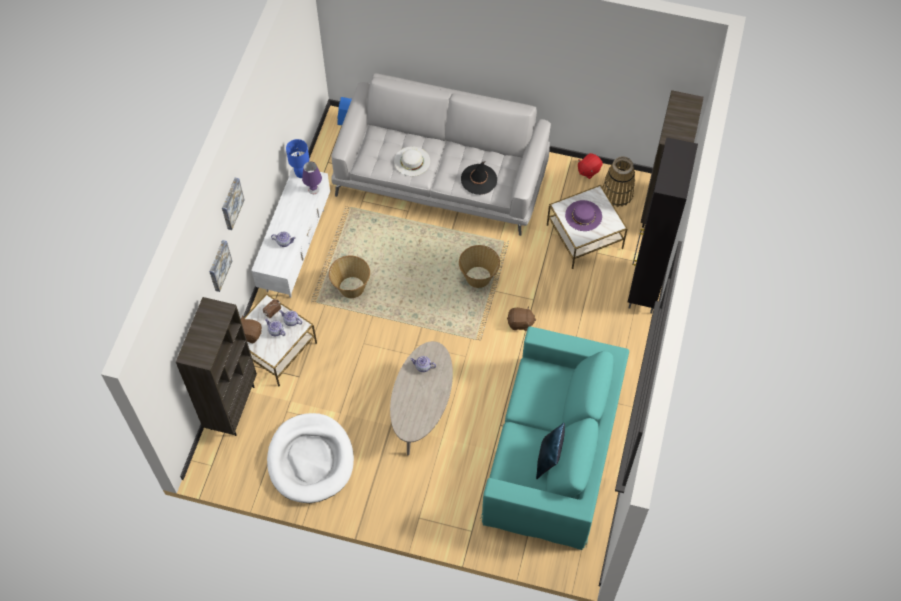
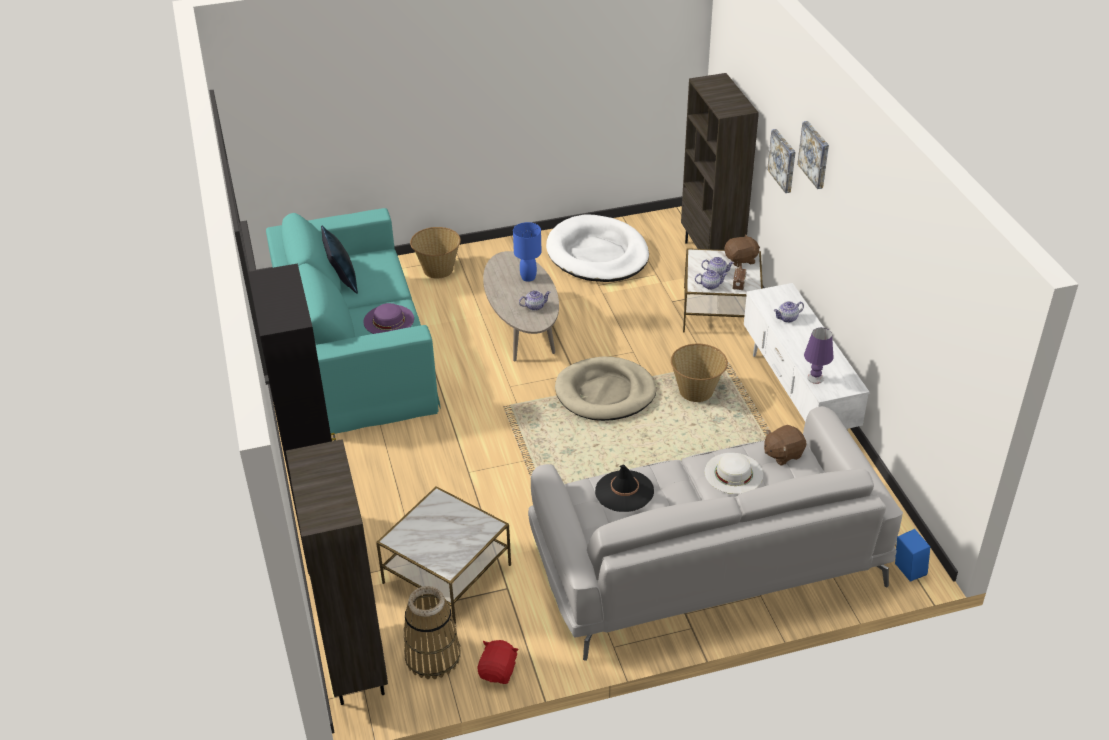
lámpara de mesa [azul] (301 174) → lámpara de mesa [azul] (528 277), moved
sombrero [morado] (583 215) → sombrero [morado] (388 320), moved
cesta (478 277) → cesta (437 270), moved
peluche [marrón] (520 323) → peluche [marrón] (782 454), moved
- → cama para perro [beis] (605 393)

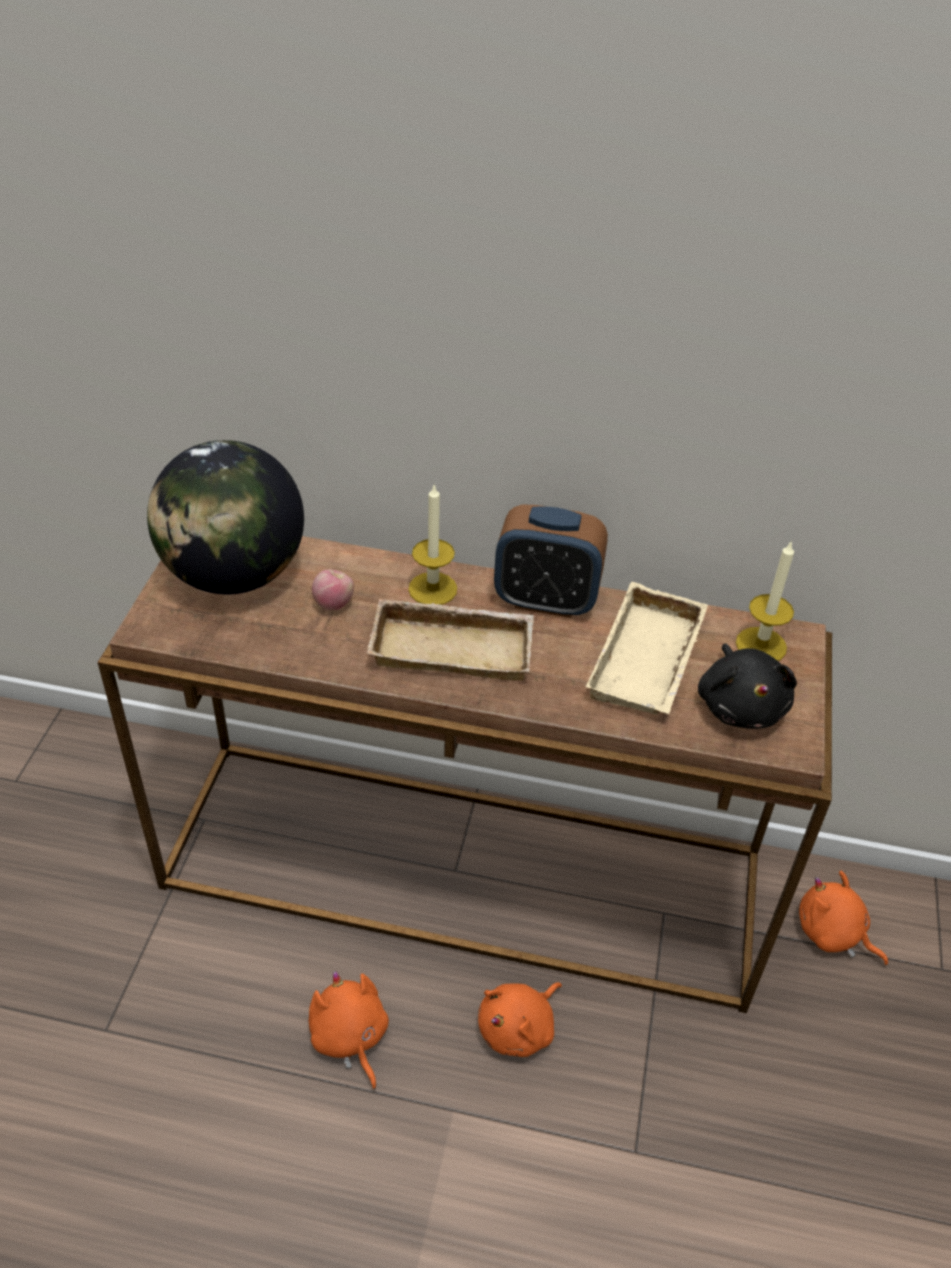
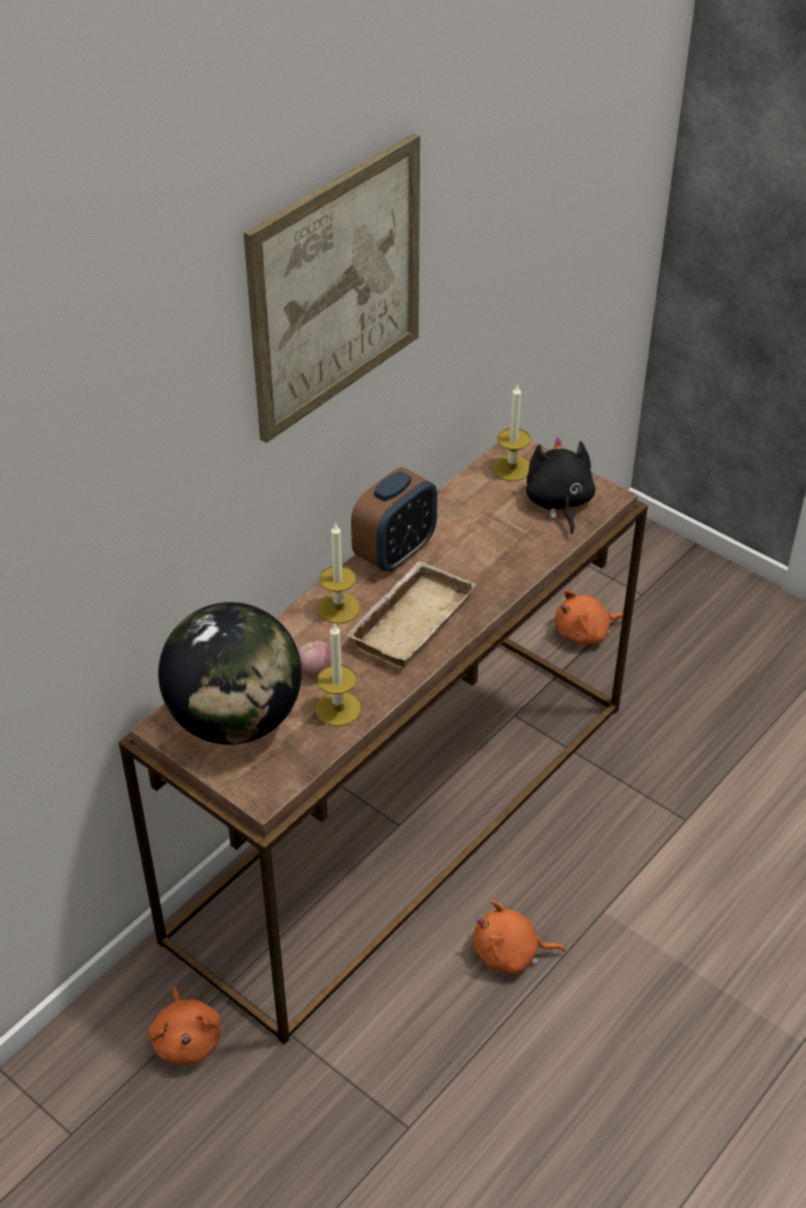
bandeja [beis] (649 662) → -
peluche [negro] (740 705) → peluche [negro] (558 502), 120 degrees counterclockwise
peluche [naranja] (519 1028) → peluche [naranja] (187 1039), moved
- → cuadro (335 288)
- → vela (338 709)

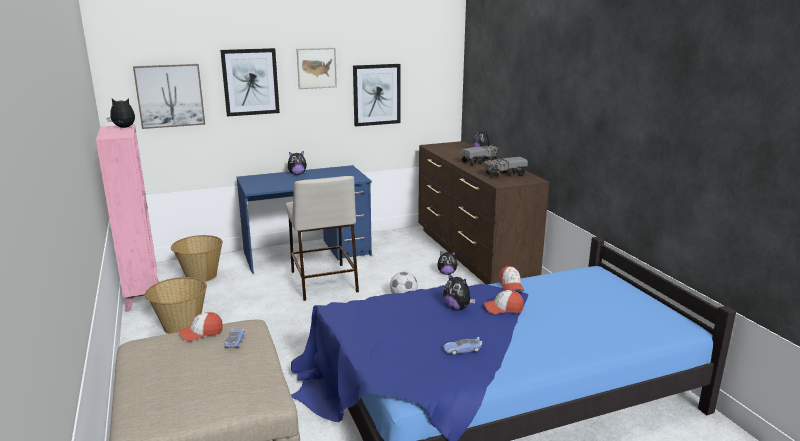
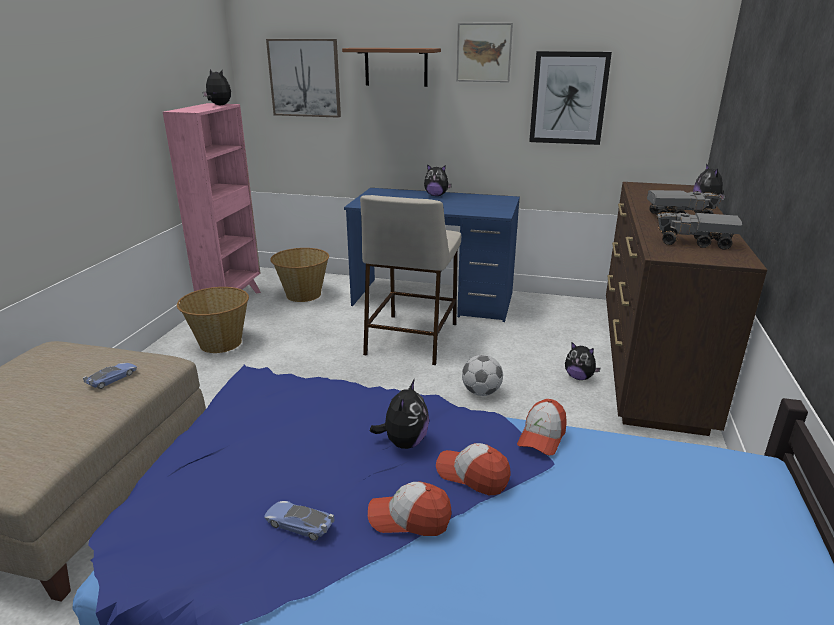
cuadro (250 82) → estante [marrón] (396 67)
peluche (457 308) → peluche (404 442), 150 degrees counterclockwise
gorra (201 333) → gorra (409 518), moved

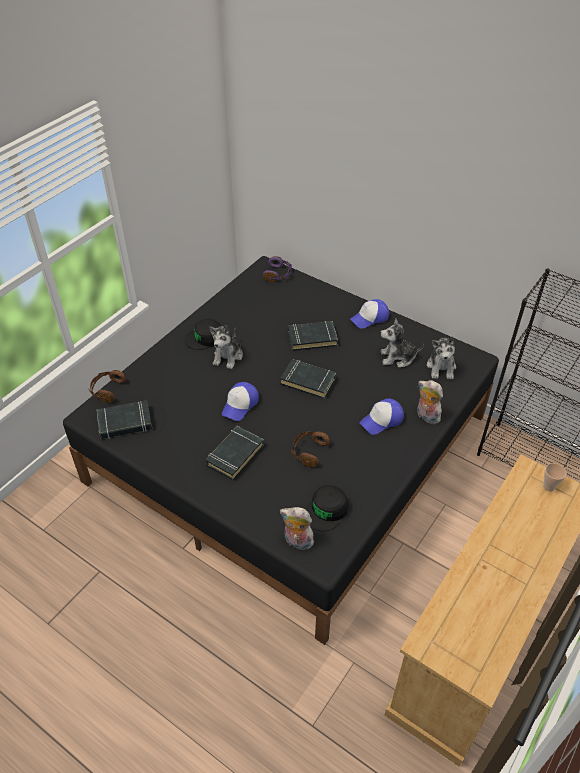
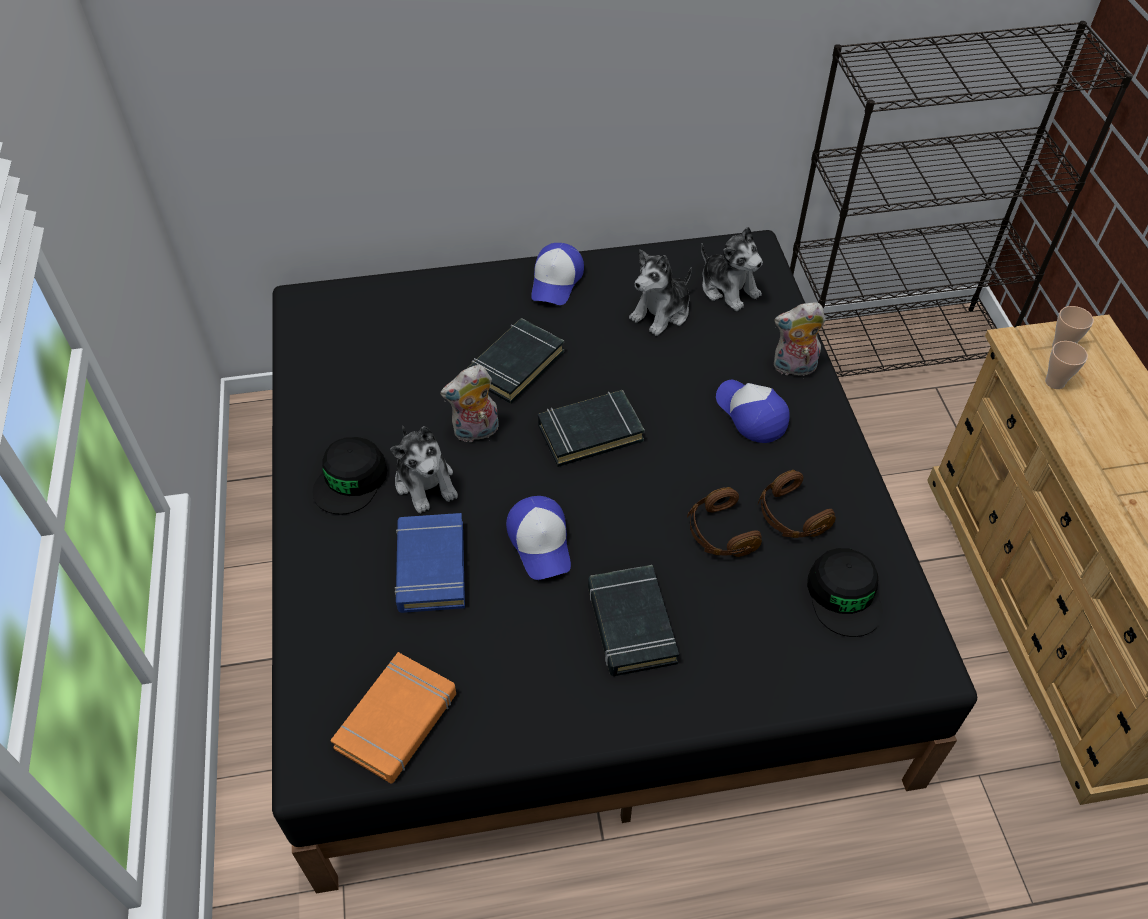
auriculares [morado] (278 274) → -
auriculares [marrón] (107 389) → auriculares [marrón] (790 516), moved
gorra (382 420) → gorra (751 414), 135 degrees clockwise
libro [negro] (125 423) → libro [naranja] (397 721)
peluche (297 542) → peluche (476 432), moved
- → taza (1054 382)
- → libro [azul] (431 567)

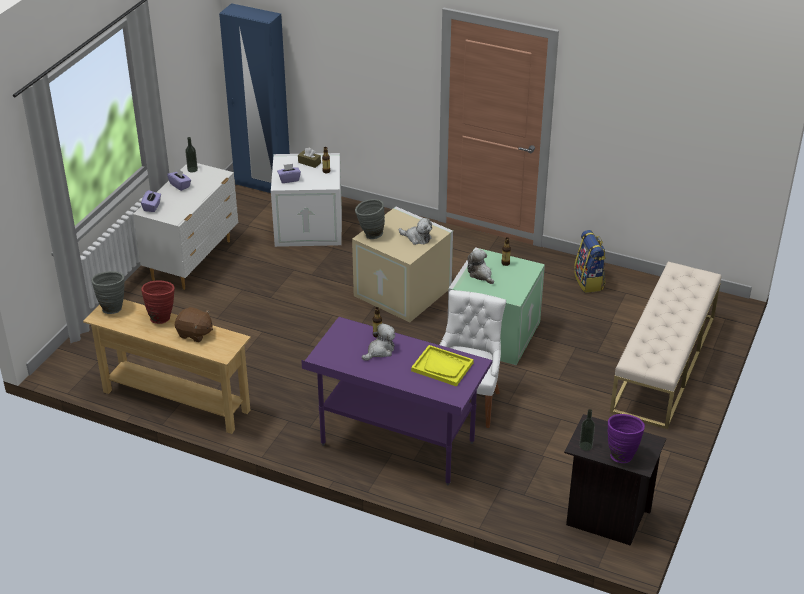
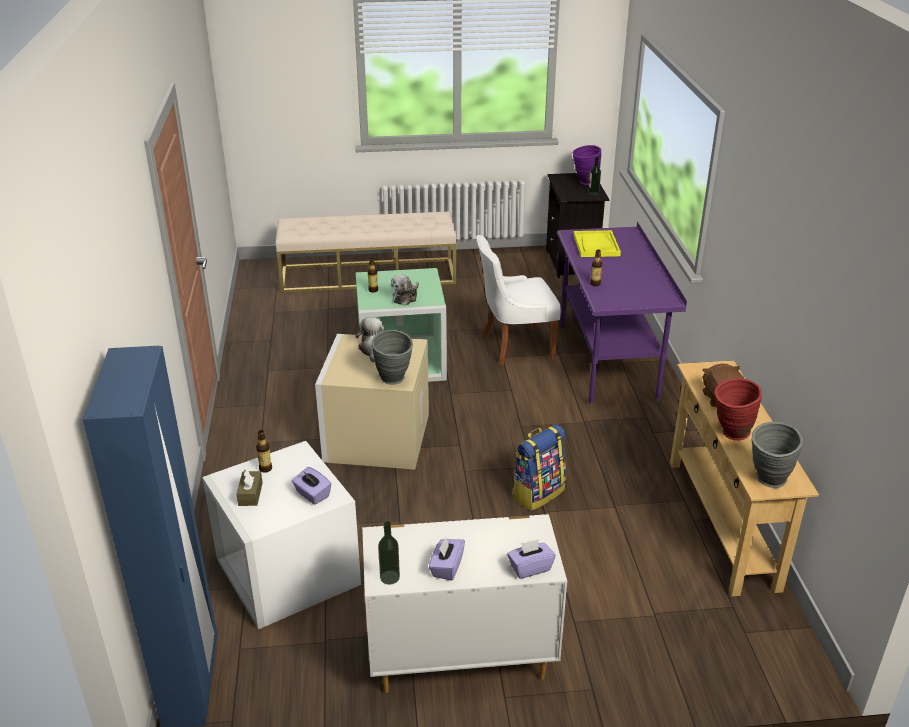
mochila (589 282) → mochila (537 493), moved
peluche (380 351) → -

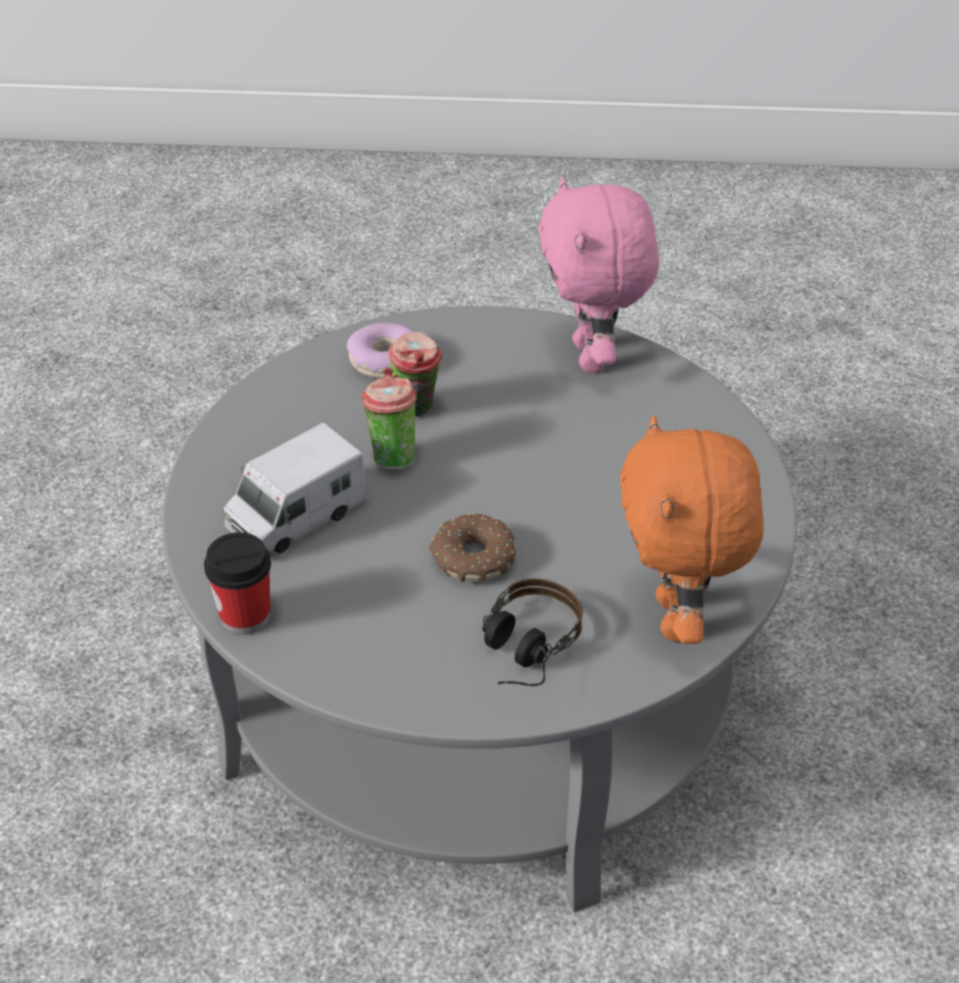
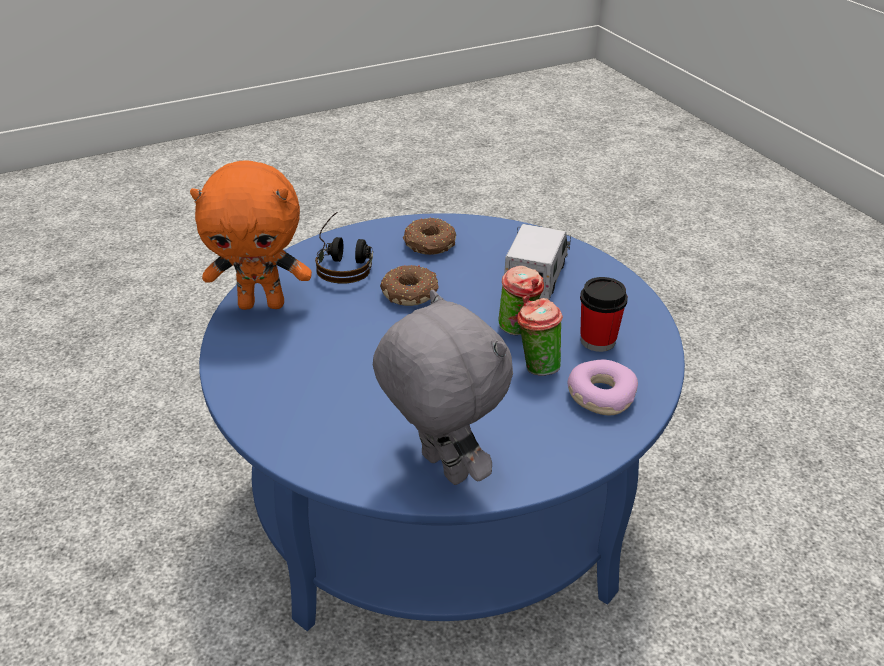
peluche [rosa] (593 357) → peluche [gris] (441 468)
mesa de centro [gris] (479 695) → mesa de centro [azul] (441 495)
peluche [naranja] (678 619) → peluche [naranja] (262 304), 120 degrees clockwise
taza (245 616) → taza (597 340), moved
- → rosquilla (429 245)

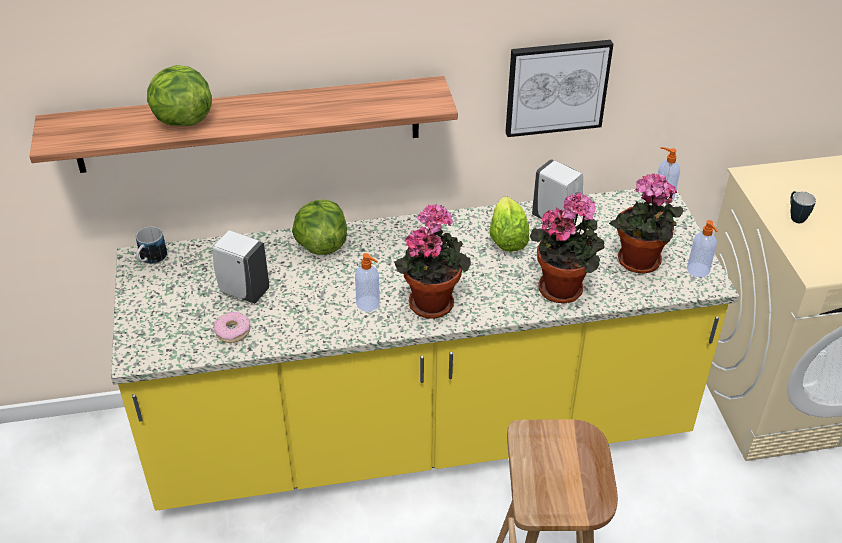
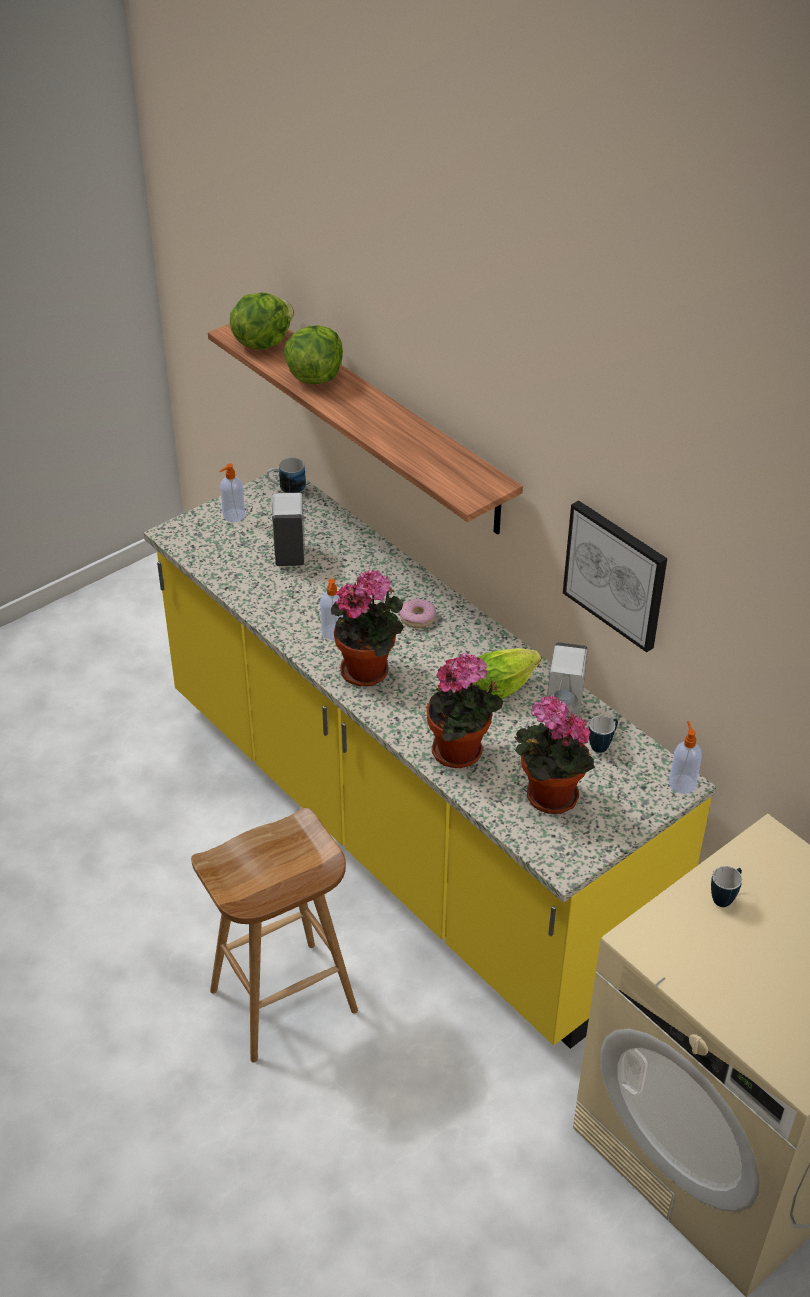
lechuga (321 245) → lechuga (262 342), moved
dispensador de jabón (698 270) → dispensador de jabón (233 516), moved
rosquilla (233 331) → rosquilla (417 618), moved
- → taza grande (602 745)

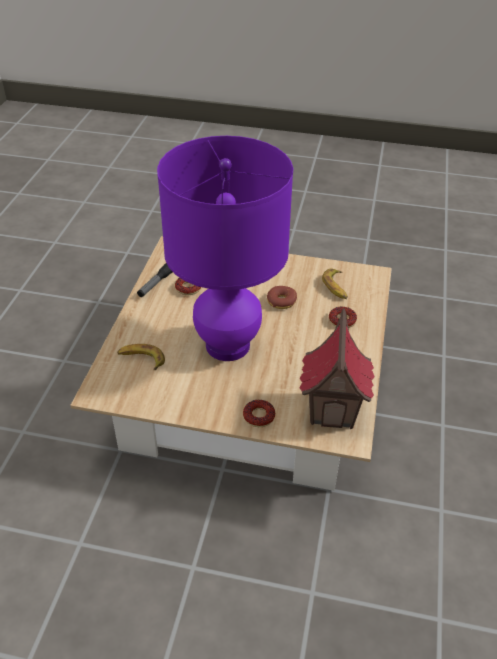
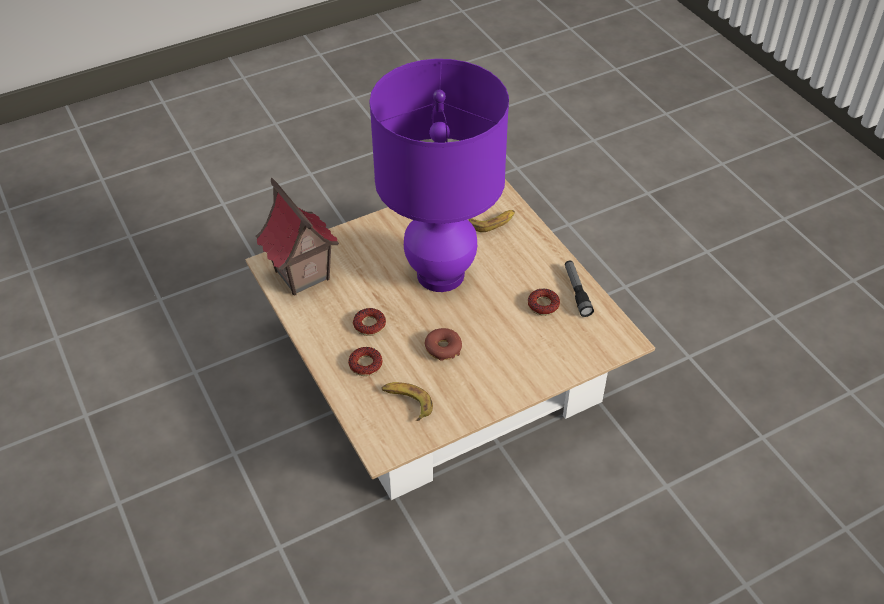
rosquilla (259 416) → rosquilla (369 325), moved

